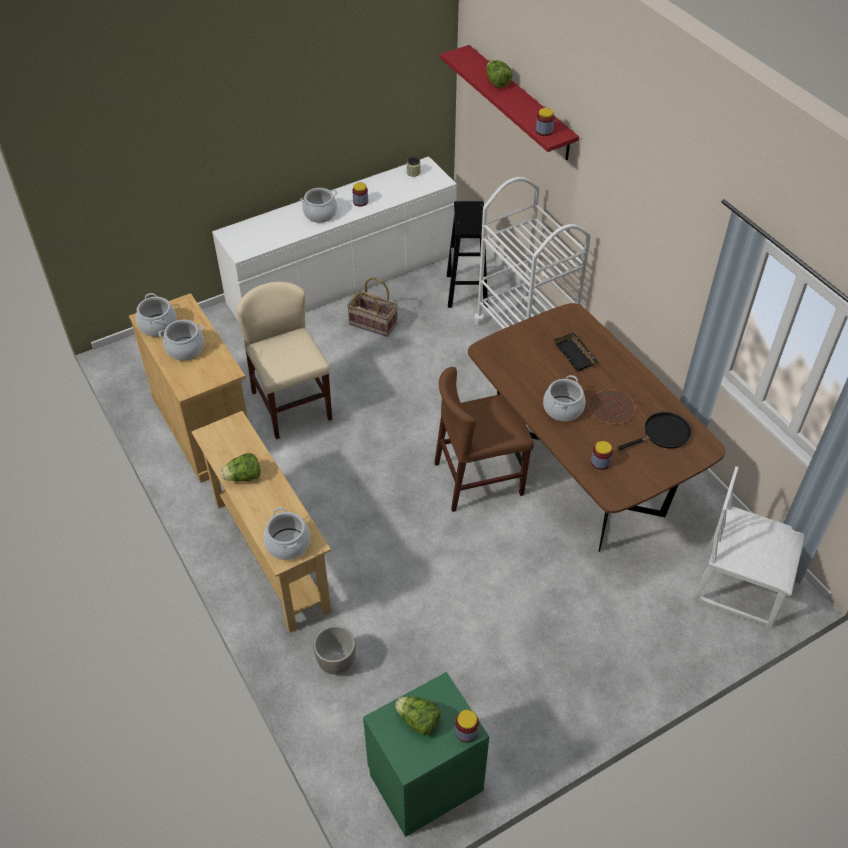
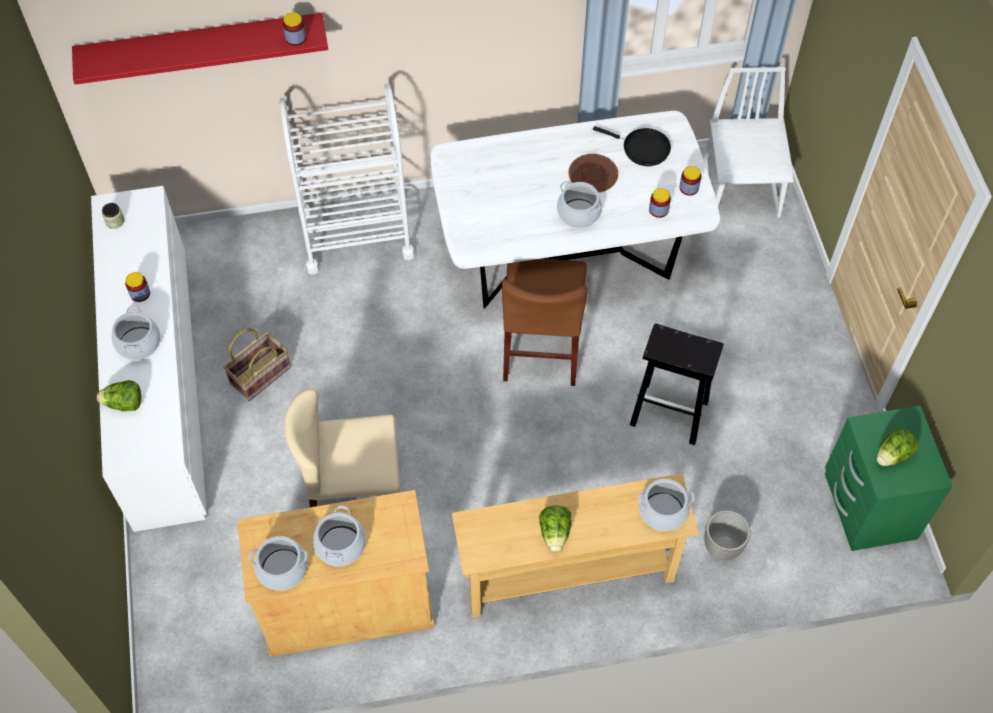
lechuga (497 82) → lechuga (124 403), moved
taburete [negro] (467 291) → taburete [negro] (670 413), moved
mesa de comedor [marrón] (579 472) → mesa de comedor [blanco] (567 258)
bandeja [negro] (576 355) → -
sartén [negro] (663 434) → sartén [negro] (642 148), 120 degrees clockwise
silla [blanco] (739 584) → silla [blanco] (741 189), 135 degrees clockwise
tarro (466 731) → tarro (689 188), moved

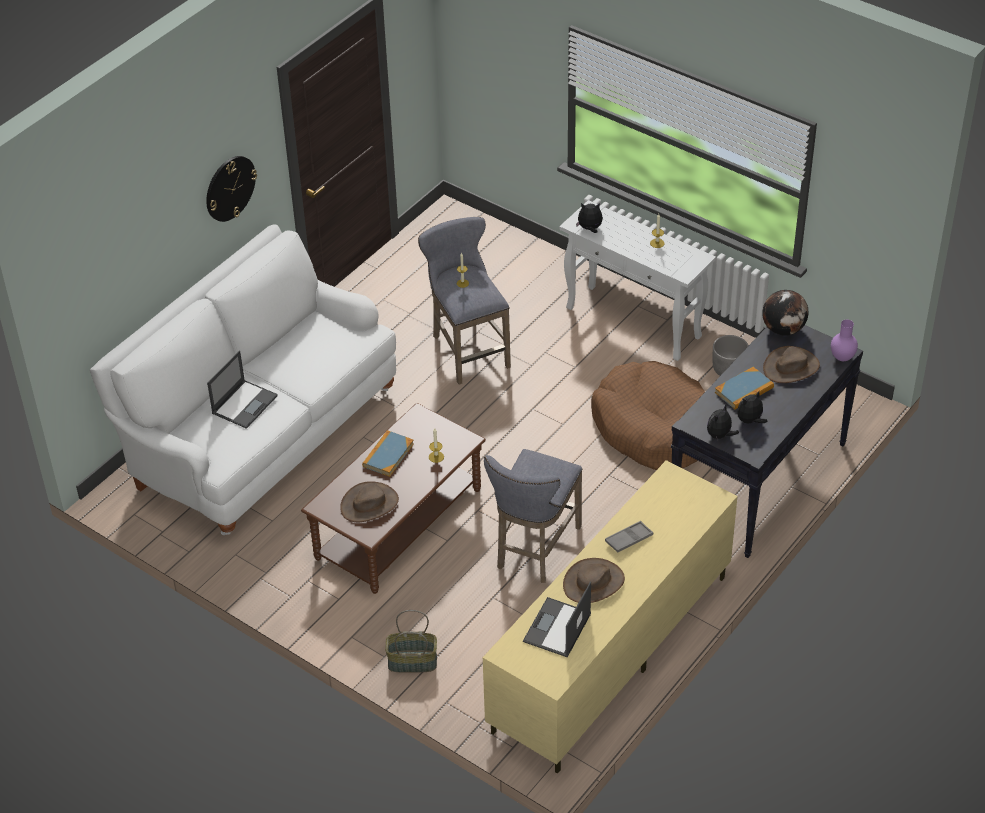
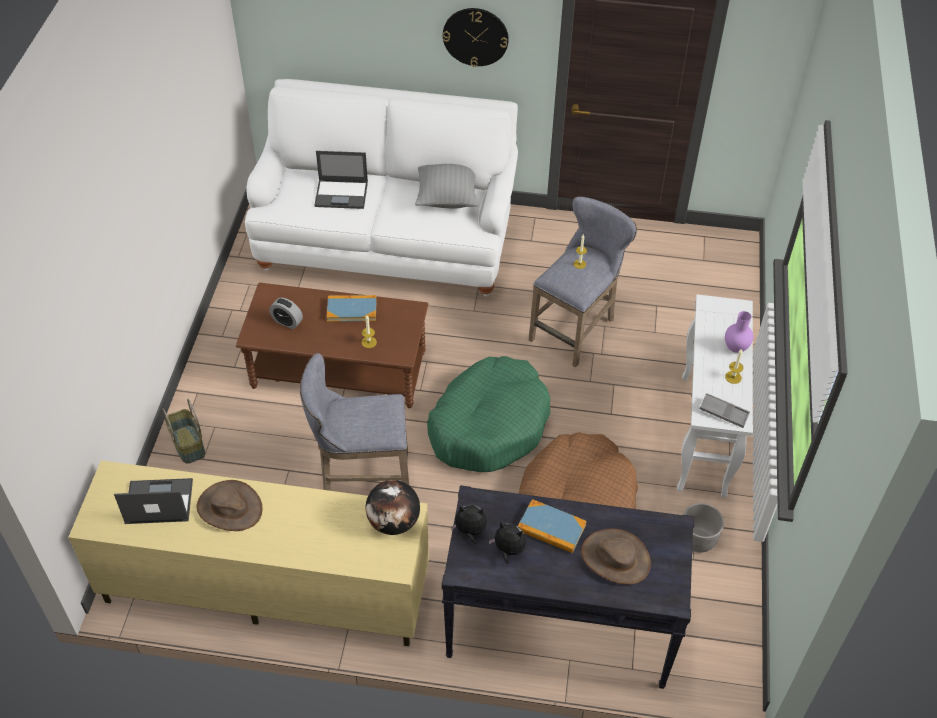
peluche (590 229) → -
globo terráqueo (783 329) → globo terráqueo (394 522), moved
florero [morado] (841 358) → florero [morado] (735 348), moved
sombrero [marrón] (369 504) → despertador (287 322)
bandeja [gris] (629 539) → bandeja [gris] (723 413), moved
- → cojín [gris] (447 198)
- → cama para perro [verde] (489 425)

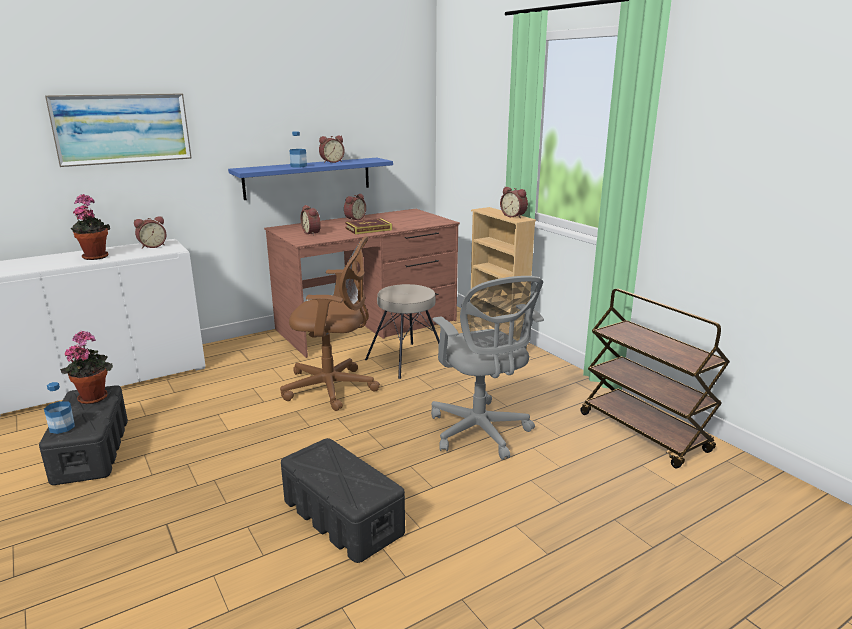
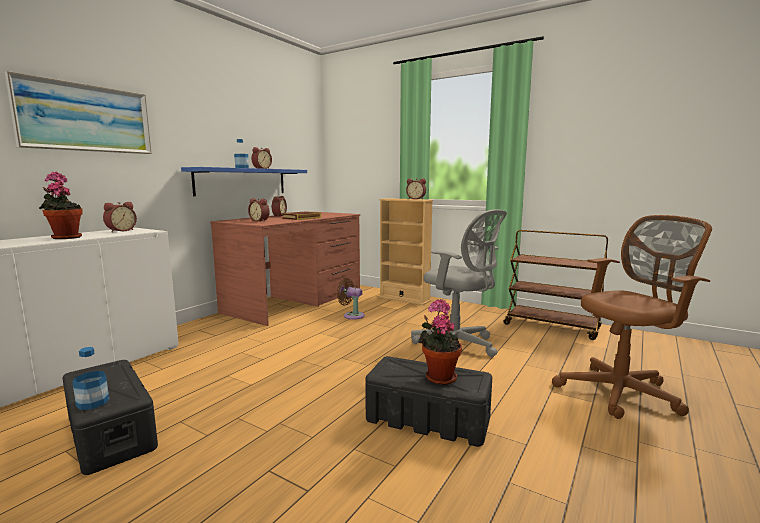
silla de oficina [marrón] (333 388) → silla de oficina [marrón] (622 392), moved
taburete [beis] (406 360) → ventilador [marrón] (352 315)
planta en maceta (94 397) → planta en maceta (439 377), moved

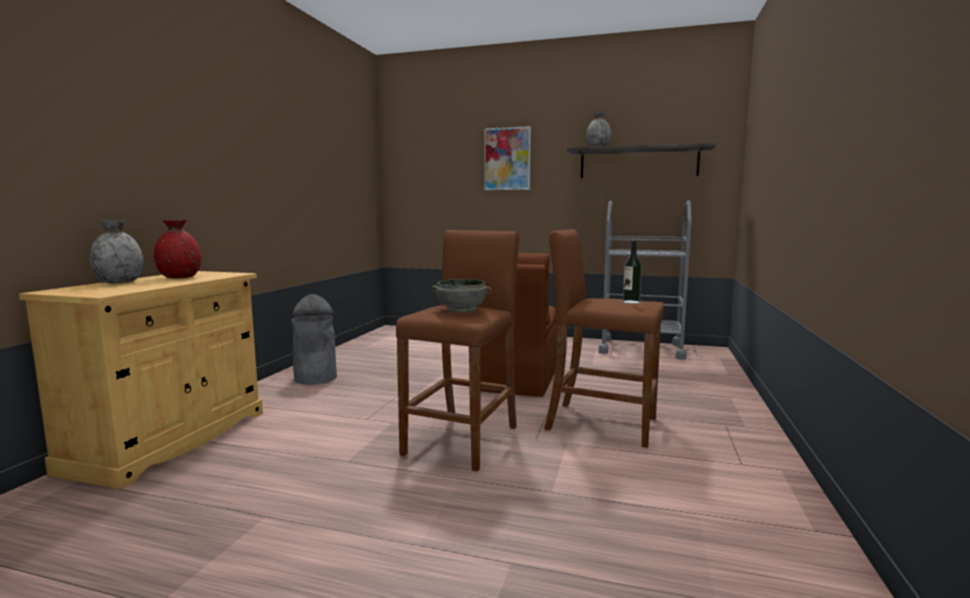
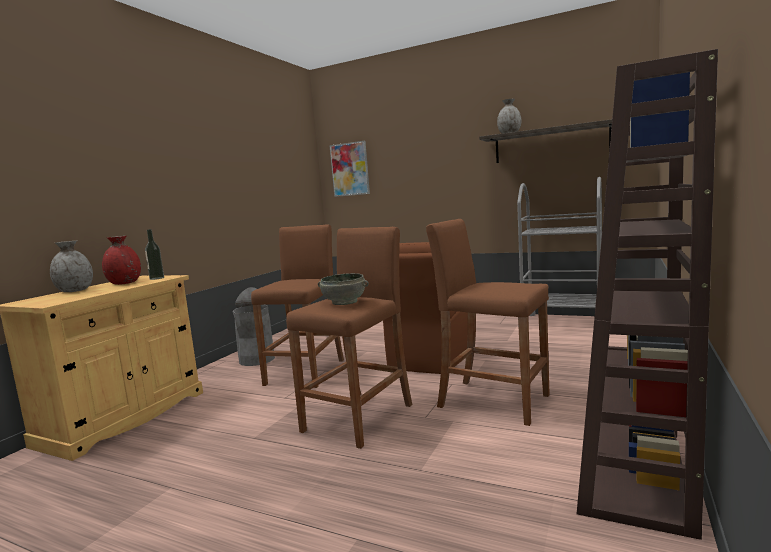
cuadro (507 159) → cuadro (350 169), moved
botella (631 302) → botella (157 278), moved
- → estantería [marrón] (634 471)
- → taburete [marrón] (306 372)

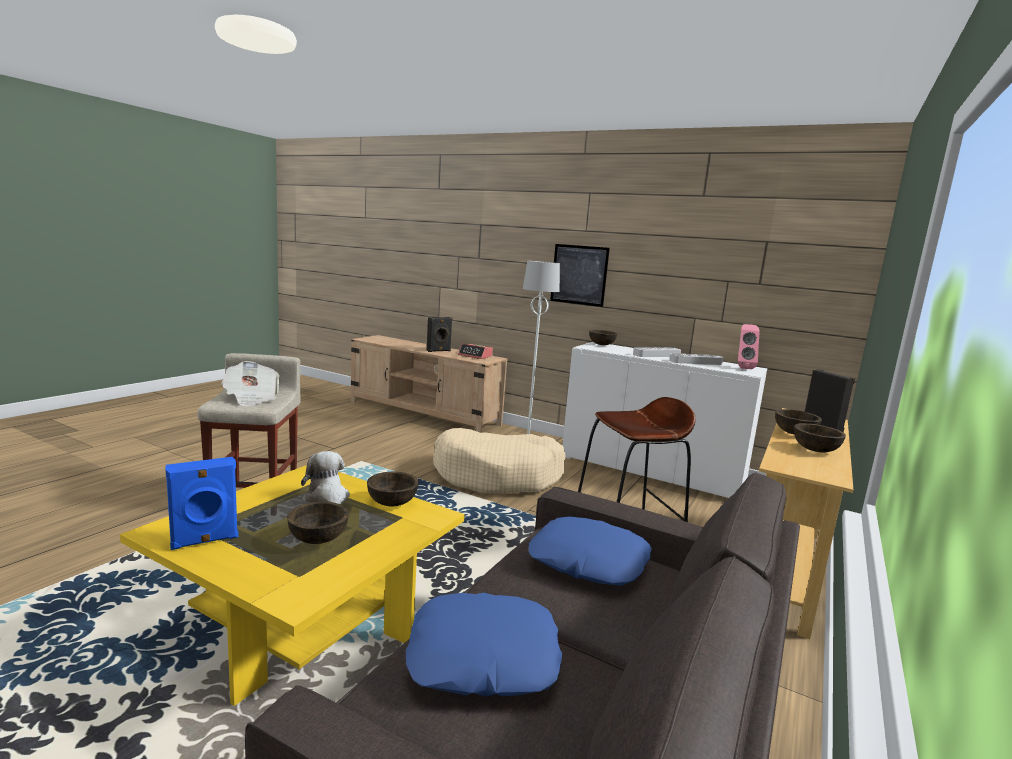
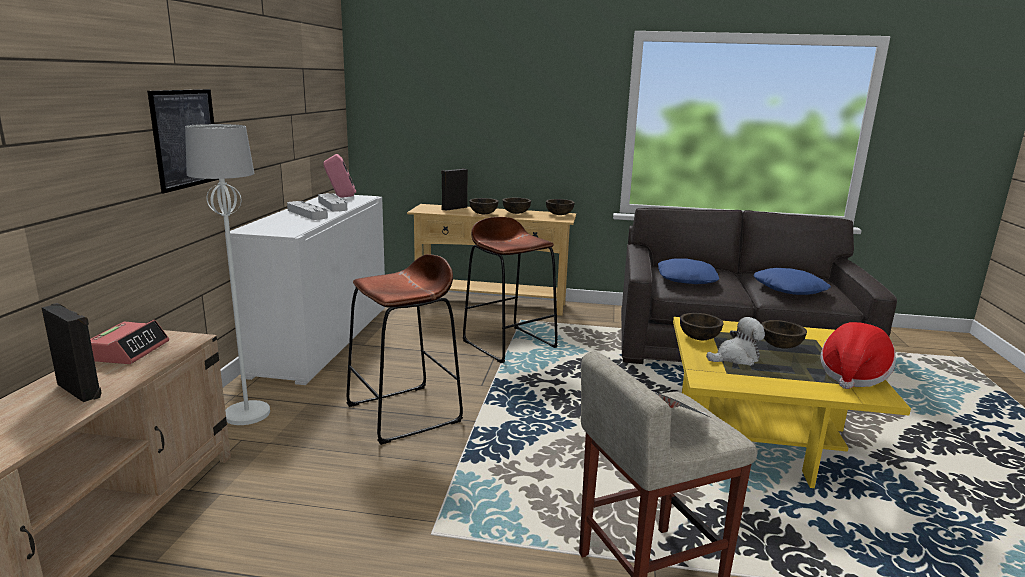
cuenco [marrón] (601 344) → cuenco [marrón] (559 214), moved
cama para perro [beis] (498 476) → taburete [marrón] (404 413)
peluche (328 500) → peluche (736 358), 150 degrees counterclockwise
altavoz [azul] (205 541) → sombrero (852 375)

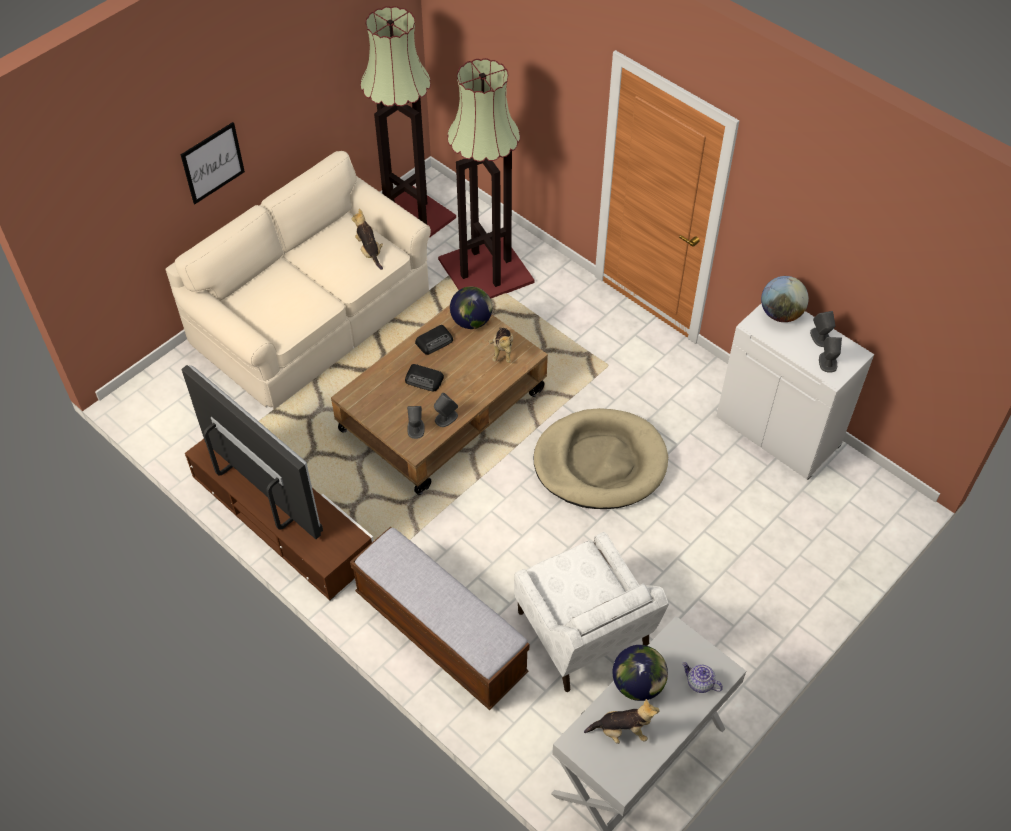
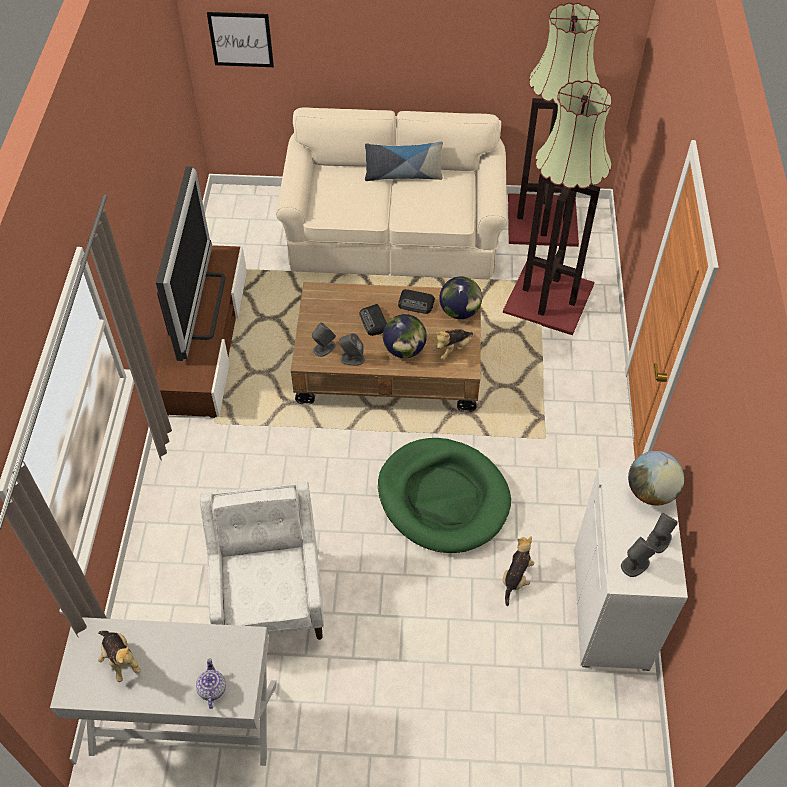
cuadro (212 163) → cuadro (241 39), moved
peluche (369 251) → peluche (516 577), moved
cama para perro [beis] (600 462) → cama para perro [verde] (443 498)
banco (440 634) → -
sillón [blanco] (583 633) → sillón [blanco] (270 596), 150 degrees clockwise
globo terráqueo (638 684) → globo terráqueo (404 350), moved
- → cojín (403 175)

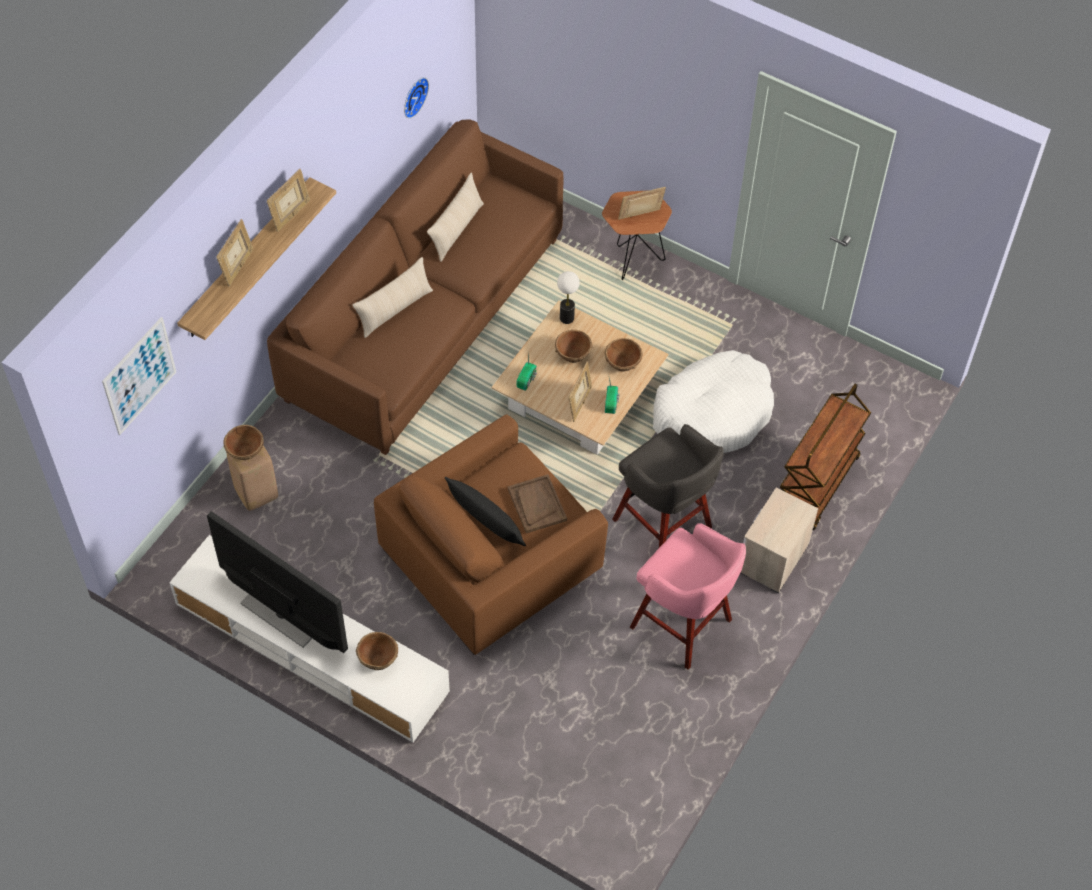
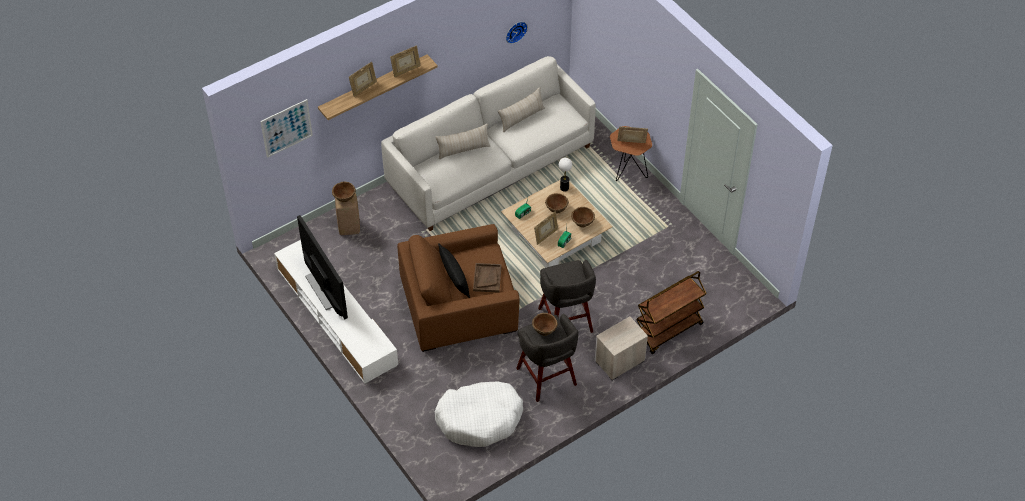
sofá [marrón] (424 318) → sofá [blanco] (490 165)
cama para perro [blanco] (713 413) → cama para perro [blanco] (479 419), moved
taburete [rosa] (683 626) → taburete [gris] (547 378)
cuenco [marrón] (378 659) → cuenco [marrón] (544 330), moved

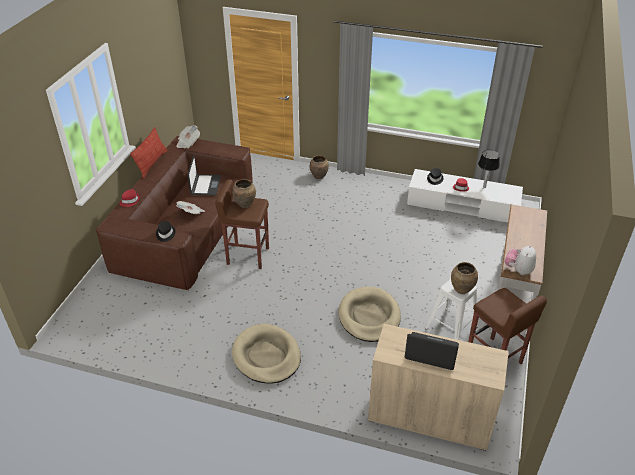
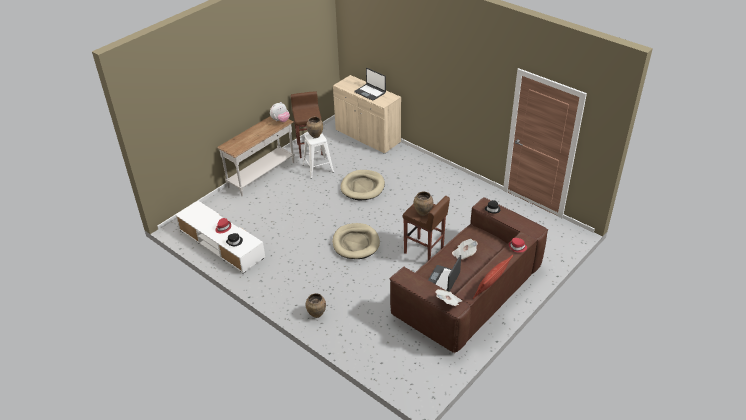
lámpara de mesa (484 187) → -
cama para perro [beis] (266 356) → cama para perro [beis] (356 243), moved

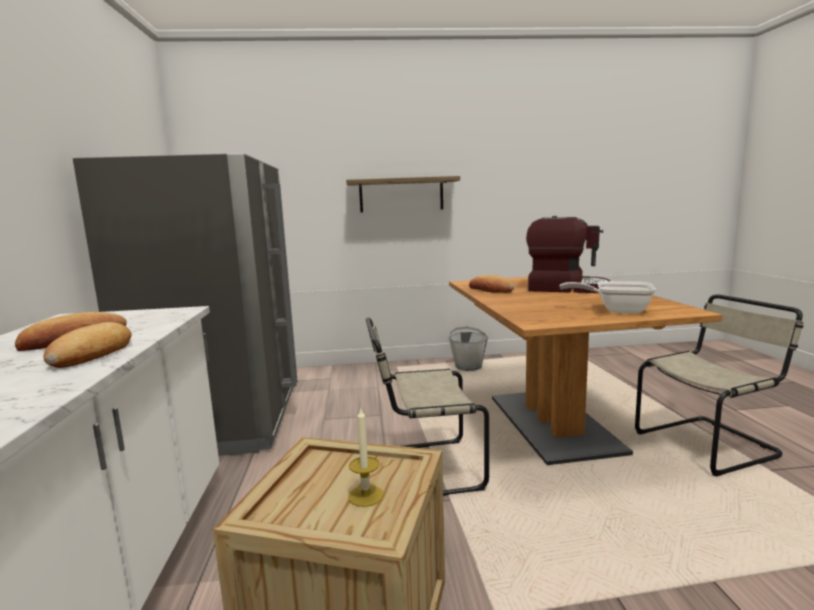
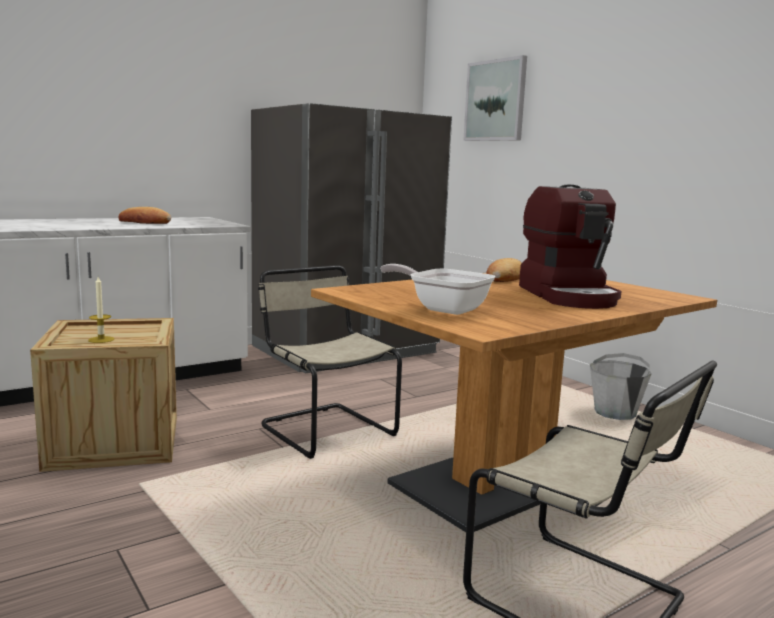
estante (401 195) → -
sartén (616 310) → sartén (443 309), 45 degrees counterclockwise
pan (92 353) → -
- → cuadro (495 100)

